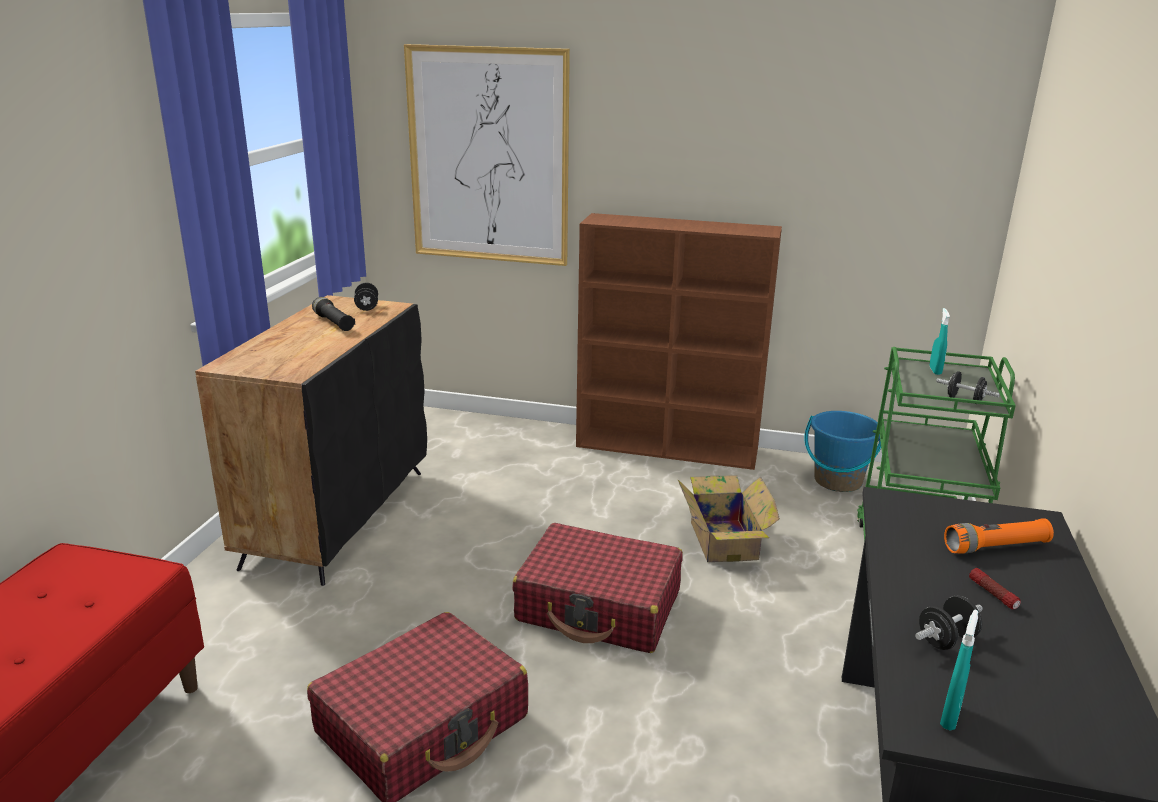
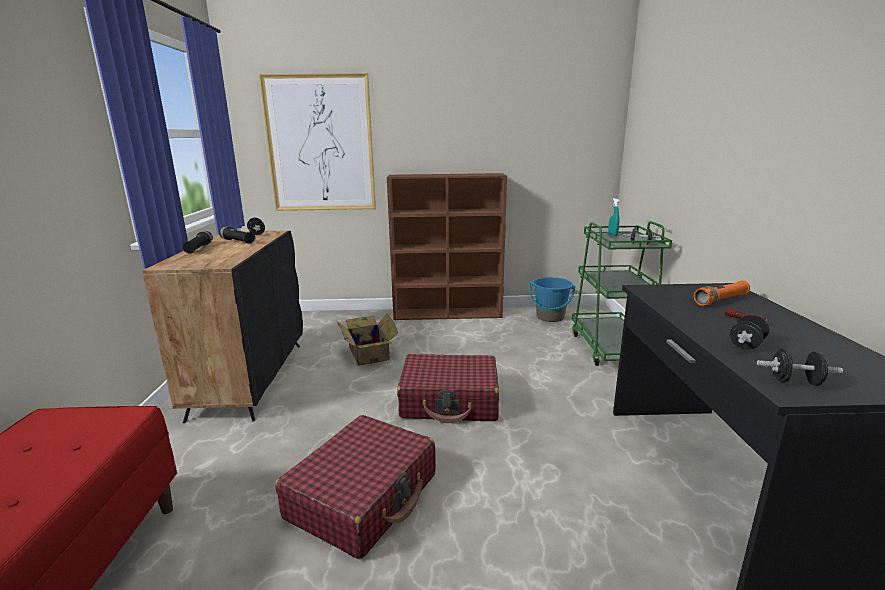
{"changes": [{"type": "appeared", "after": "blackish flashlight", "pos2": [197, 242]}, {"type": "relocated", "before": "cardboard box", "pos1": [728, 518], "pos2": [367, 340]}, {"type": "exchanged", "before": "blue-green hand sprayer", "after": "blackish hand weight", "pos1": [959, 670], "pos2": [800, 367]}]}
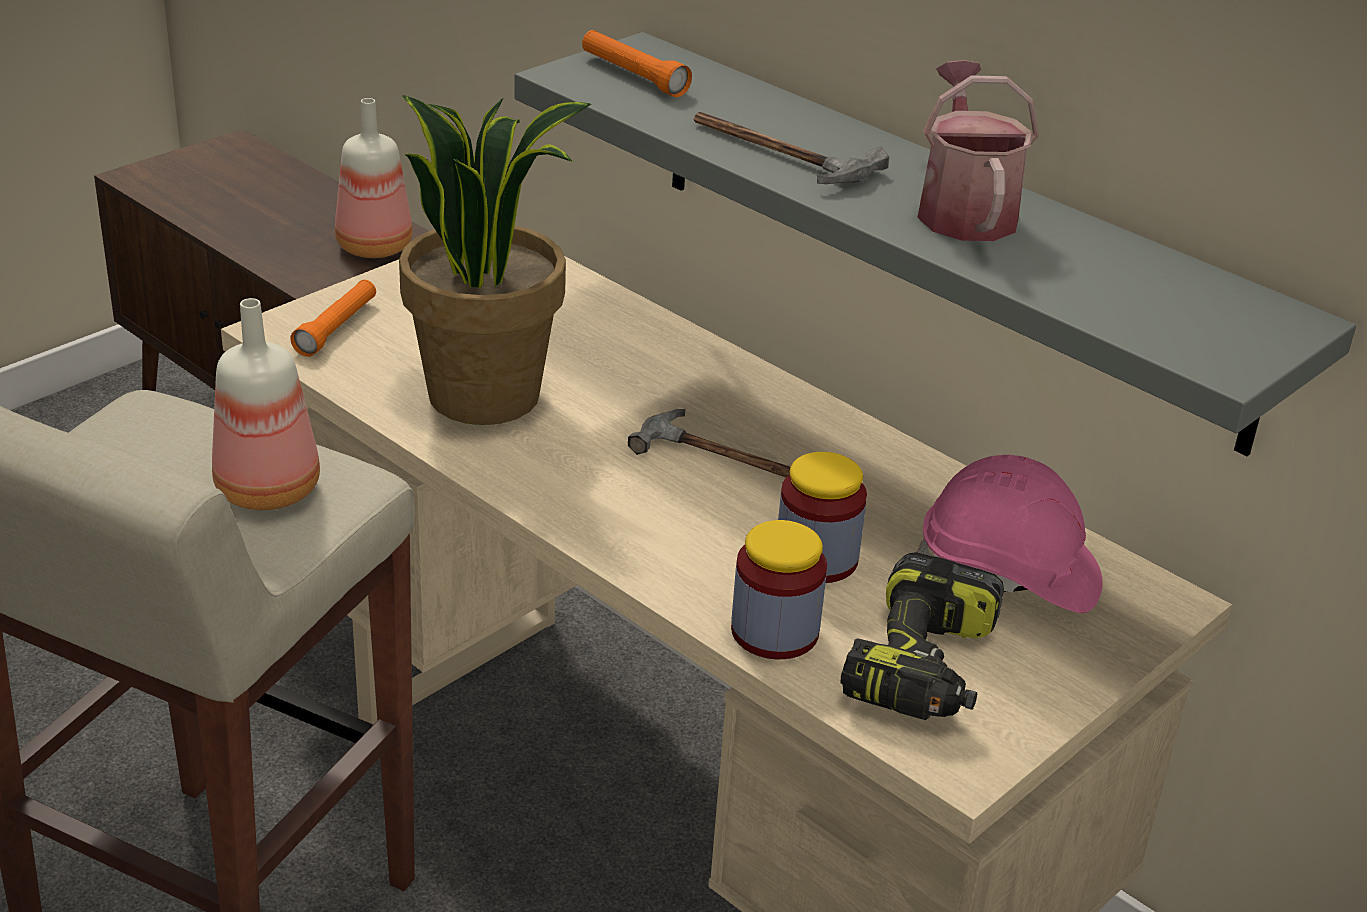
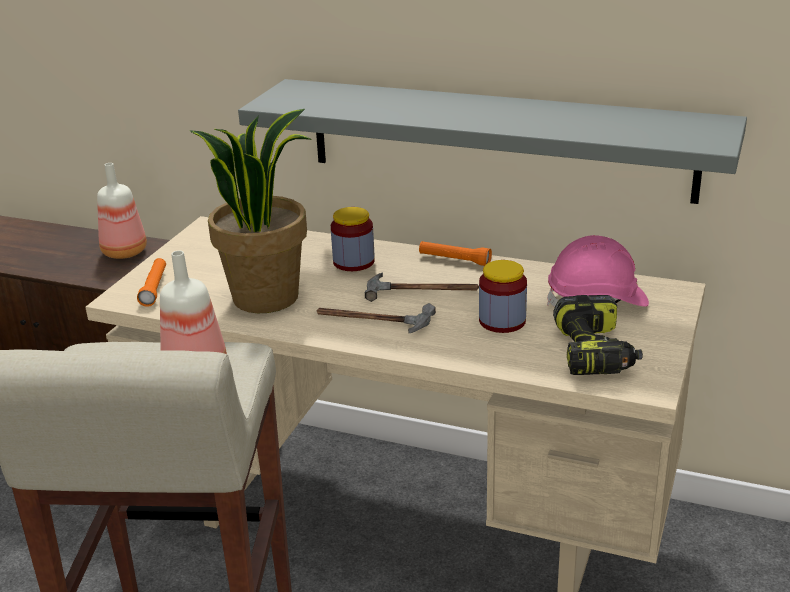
{"changes": [{"type": "missing", "before": "watering can", "pos1": [978, 150]}, {"type": "relocated", "before": "orange-coloured flashlight", "pos1": [637, 63], "pos2": [455, 253]}, {"type": "relocated", "before": "hand hammer", "pos1": [791, 148], "pos2": [376, 318]}, {"type": "relocated", "before": "storage jar", "pos1": [779, 589], "pos2": [353, 239]}]}
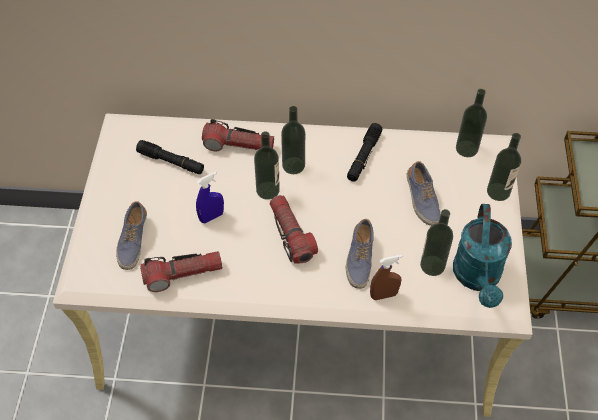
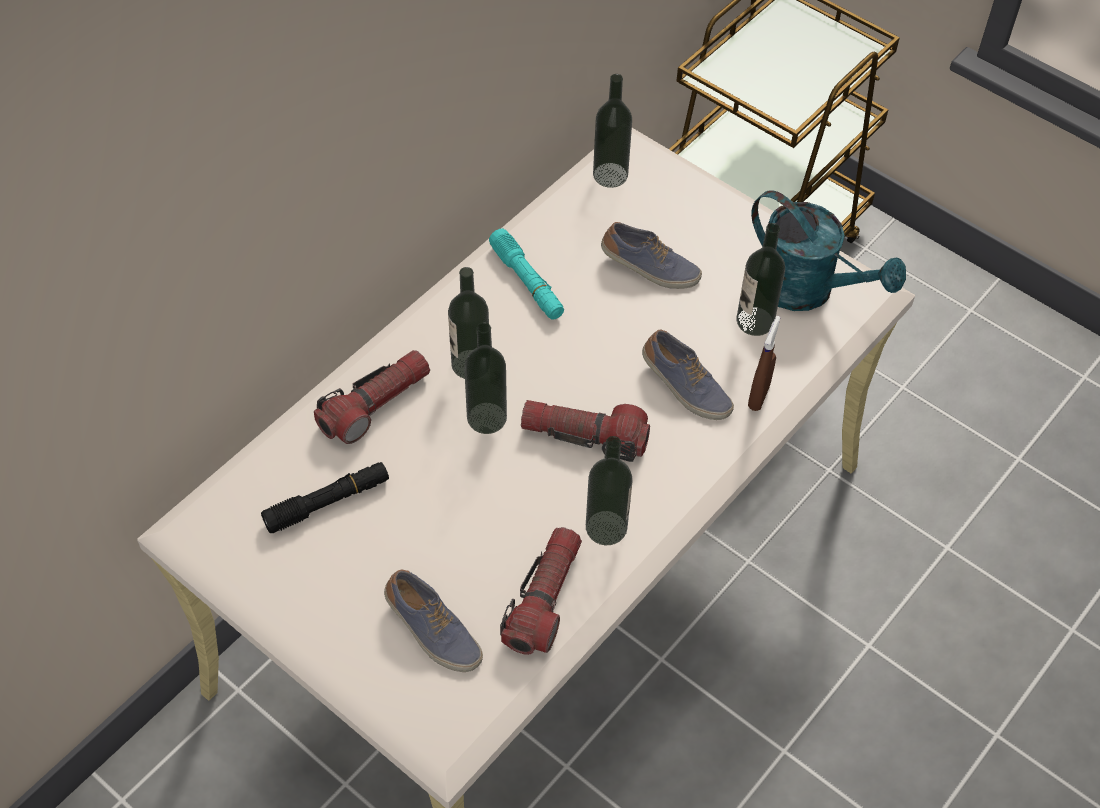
{"changes": [{"type": "missing", "before": "blue hand sprayer", "pos1": [210, 197]}, {"type": "relocated", "before": "drink bottle", "pos1": [504, 167], "pos2": [609, 490]}, {"type": "colour", "before": "blackish flashlight", "after": "blue-green flashlight", "pos1": [364, 152], "pos2": [526, 274]}]}
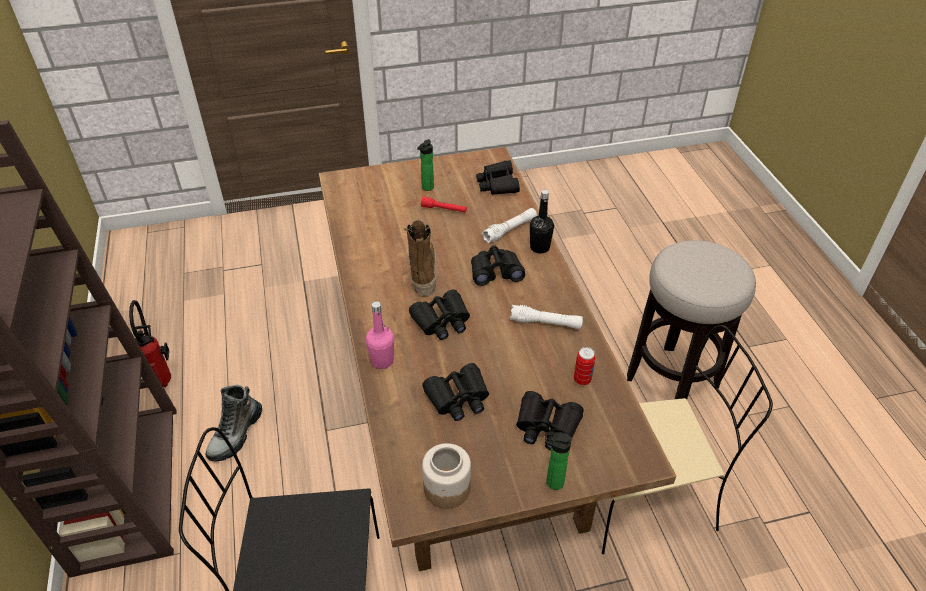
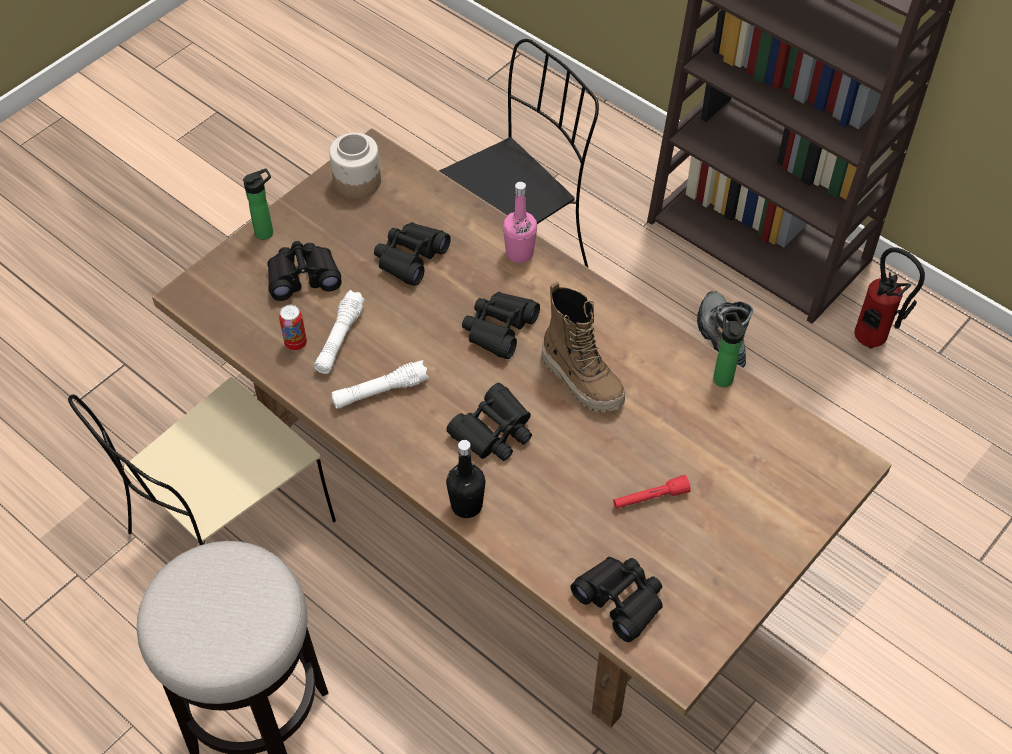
{"changes": [{"type": "relocated", "before": "drink bottle", "pos1": [425, 165], "pos2": [728, 349]}, {"type": "relocated", "before": "whitish flashlight", "pos1": [509, 225], "pos2": [339, 332]}]}
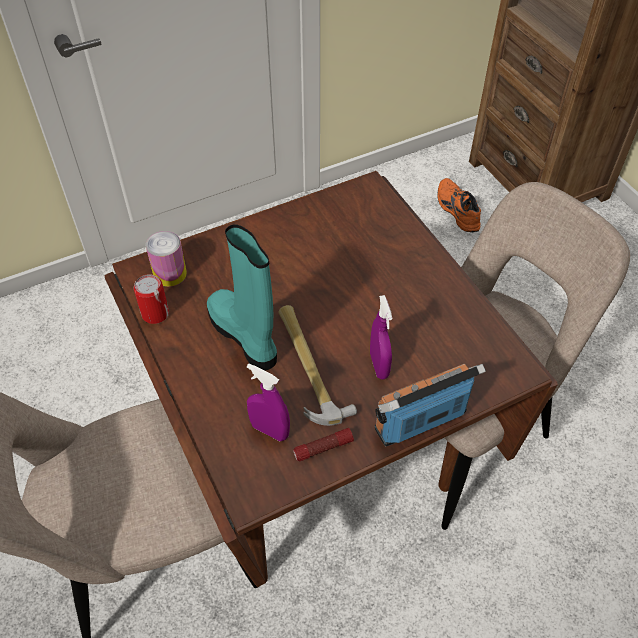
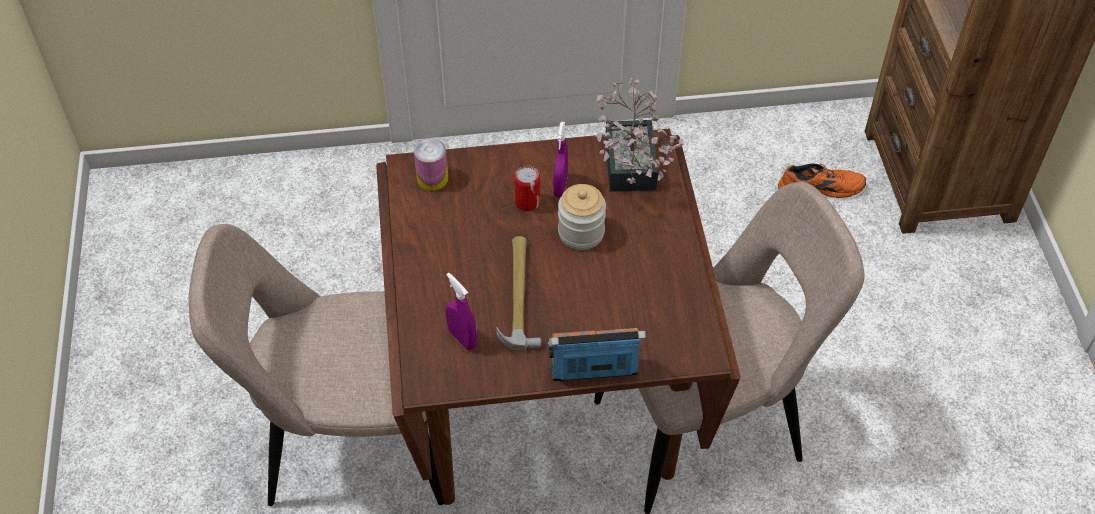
{"changes": [{"type": "missing", "before": "blue-green boot", "pos1": [242, 297]}, {"type": "missing", "before": "flashlight", "pos1": [323, 444]}, {"type": "appeared", "after": "storage jar", "pos2": [582, 217]}, {"type": "appeared", "after": "potted plant", "pos2": [639, 135]}, {"type": "relocated", "before": "metal can", "pos1": [151, 299], "pos2": [527, 188]}, {"type": "relocated", "before": "purplish hand sprayer", "pos1": [381, 337], "pos2": [560, 160]}, {"type": "spun", "before": "orange-coloured low shoe", "pos1": [459, 205], "pos2": [822, 180], "turn": 90}]}
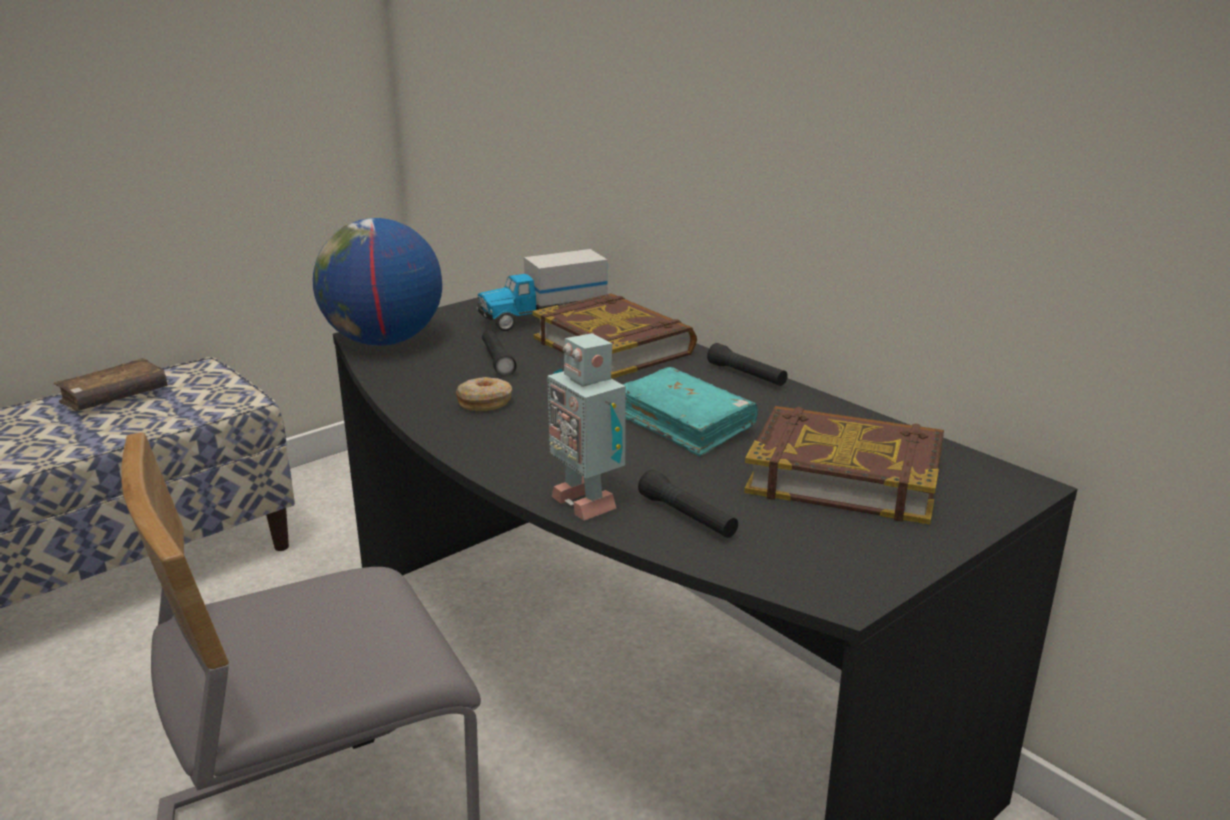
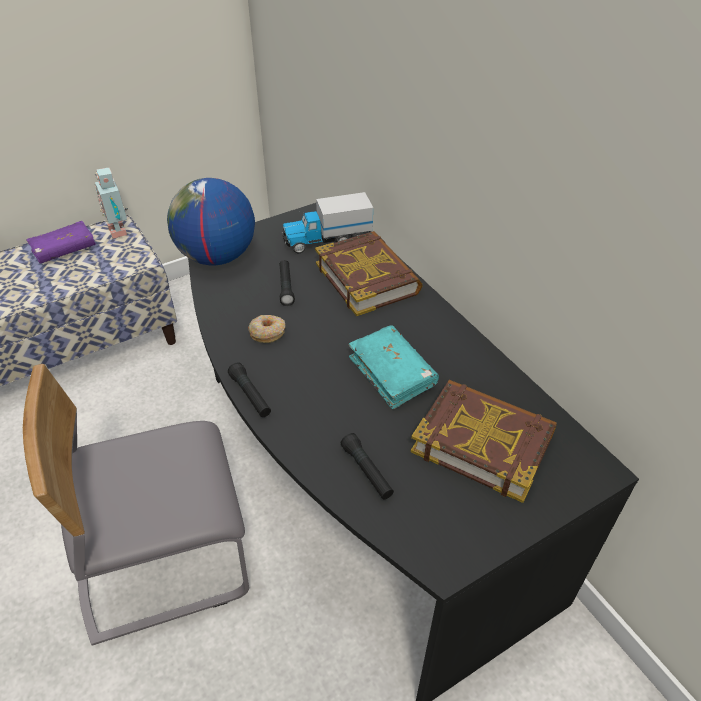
{"changes": [{"type": "relocated", "before": "model robot", "pos1": [586, 427], "pos2": [111, 203]}, {"type": "relocated", "before": "blackish flashlight", "pos1": [747, 364], "pos2": [249, 389]}, {"type": "colour", "before": "brown book", "after": "purplish book", "pos1": [110, 384], "pos2": [61, 242]}]}
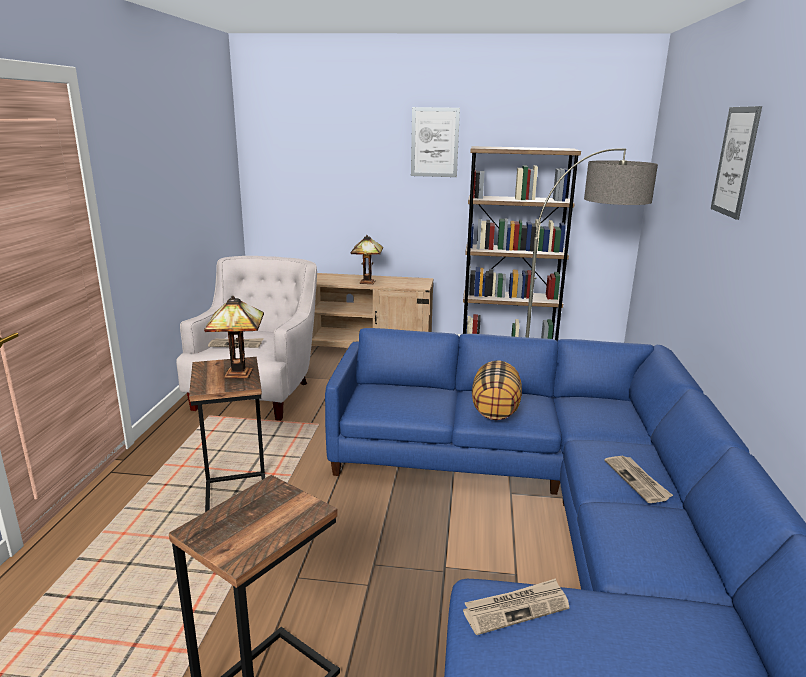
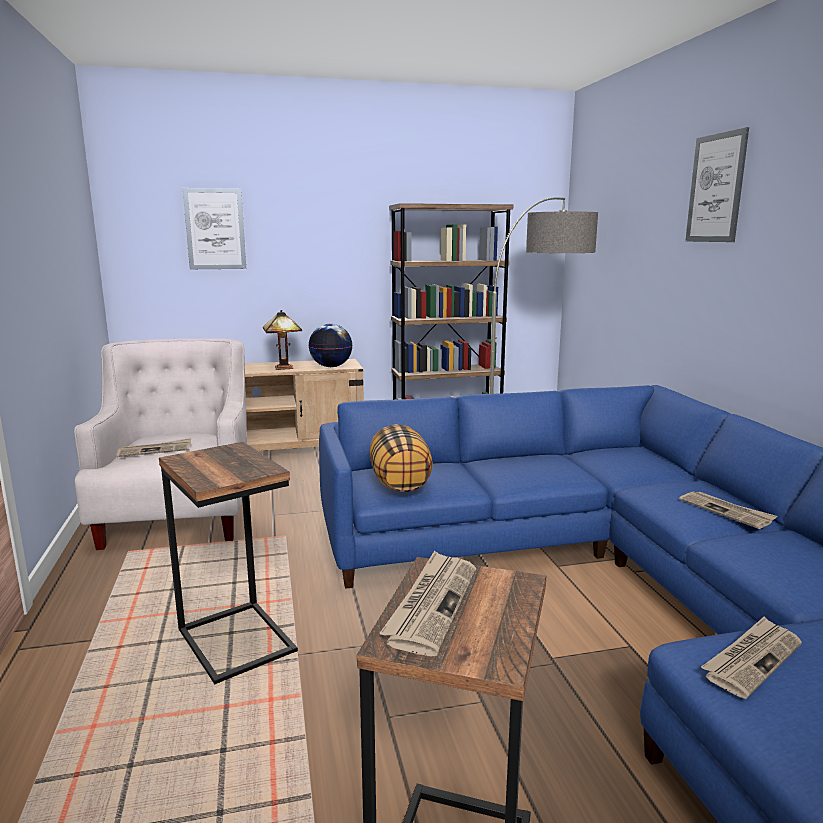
{"changes": [{"type": "missing", "before": "tabletop lamp", "pos1": [234, 337]}, {"type": "appeared", "after": "world globe", "pos2": [330, 345]}, {"type": "appeared", "after": "daily paper", "pos2": [427, 603]}, {"type": "relocated", "before": "picture", "pos1": [435, 142], "pos2": [214, 228]}, {"type": "relocated", "before": "throw pillow", "pos1": [497, 390], "pos2": [401, 458]}]}
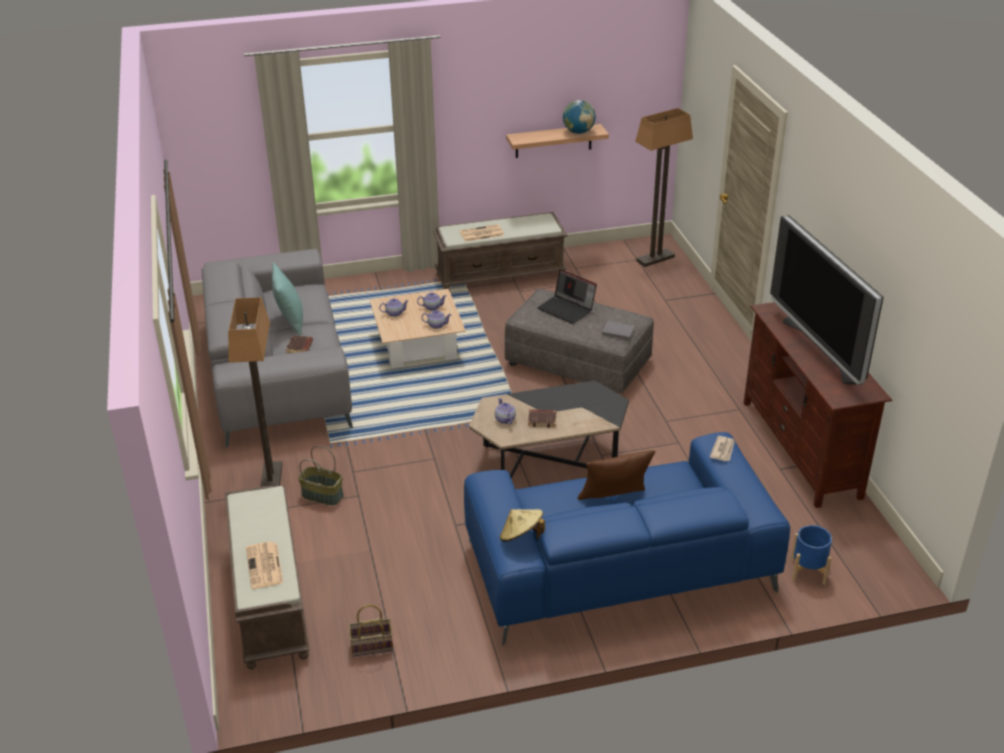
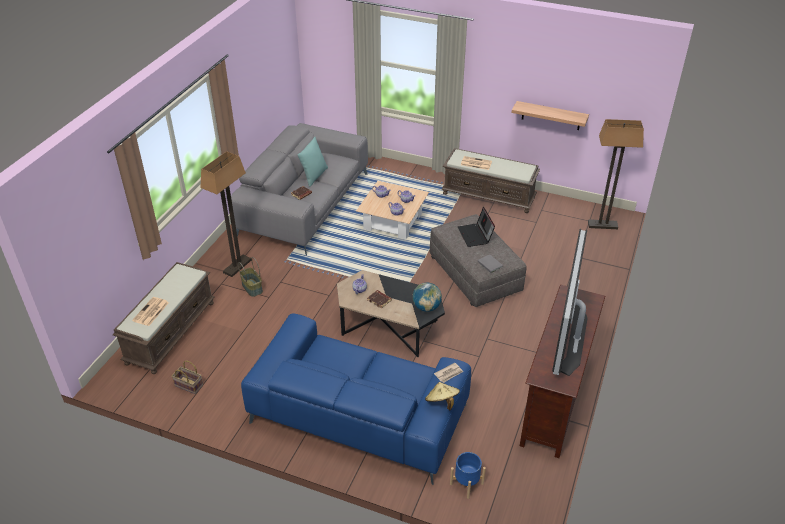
{"changes": [{"type": "missing", "before": "brown throw pillow", "pos1": [617, 475]}, {"type": "relocated", "before": "beige hat", "pos1": [522, 525], "pos2": [442, 396]}, {"type": "relocated", "before": "world globe", "pos1": [579, 117], "pos2": [427, 297]}]}
